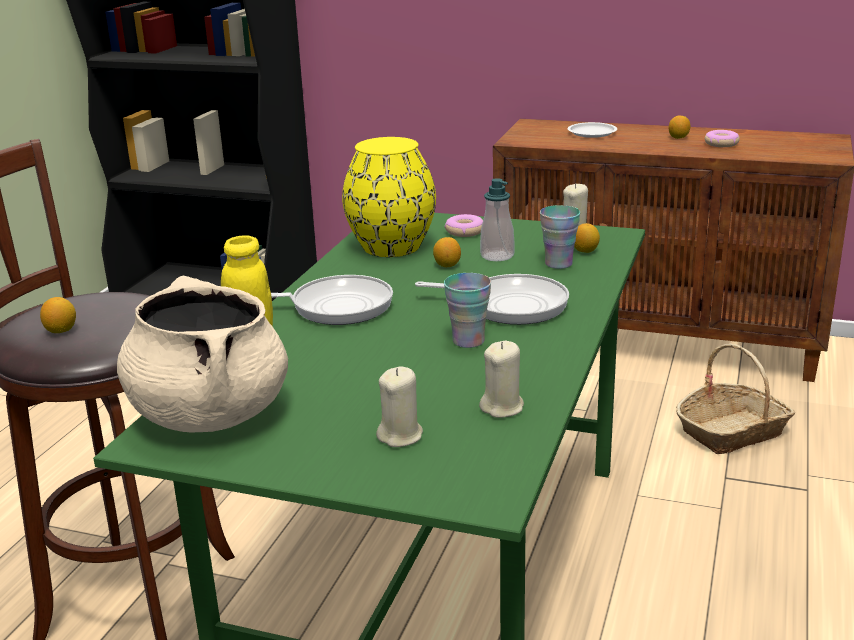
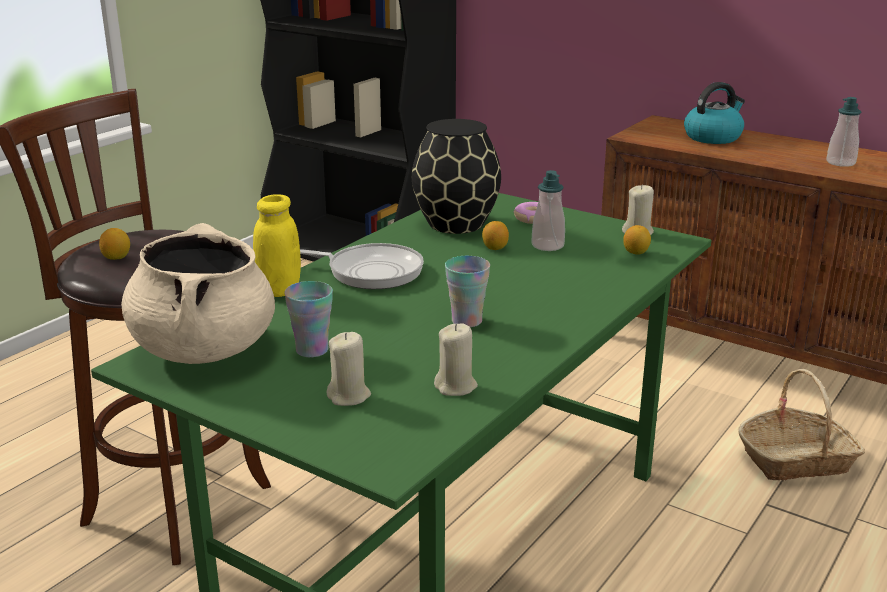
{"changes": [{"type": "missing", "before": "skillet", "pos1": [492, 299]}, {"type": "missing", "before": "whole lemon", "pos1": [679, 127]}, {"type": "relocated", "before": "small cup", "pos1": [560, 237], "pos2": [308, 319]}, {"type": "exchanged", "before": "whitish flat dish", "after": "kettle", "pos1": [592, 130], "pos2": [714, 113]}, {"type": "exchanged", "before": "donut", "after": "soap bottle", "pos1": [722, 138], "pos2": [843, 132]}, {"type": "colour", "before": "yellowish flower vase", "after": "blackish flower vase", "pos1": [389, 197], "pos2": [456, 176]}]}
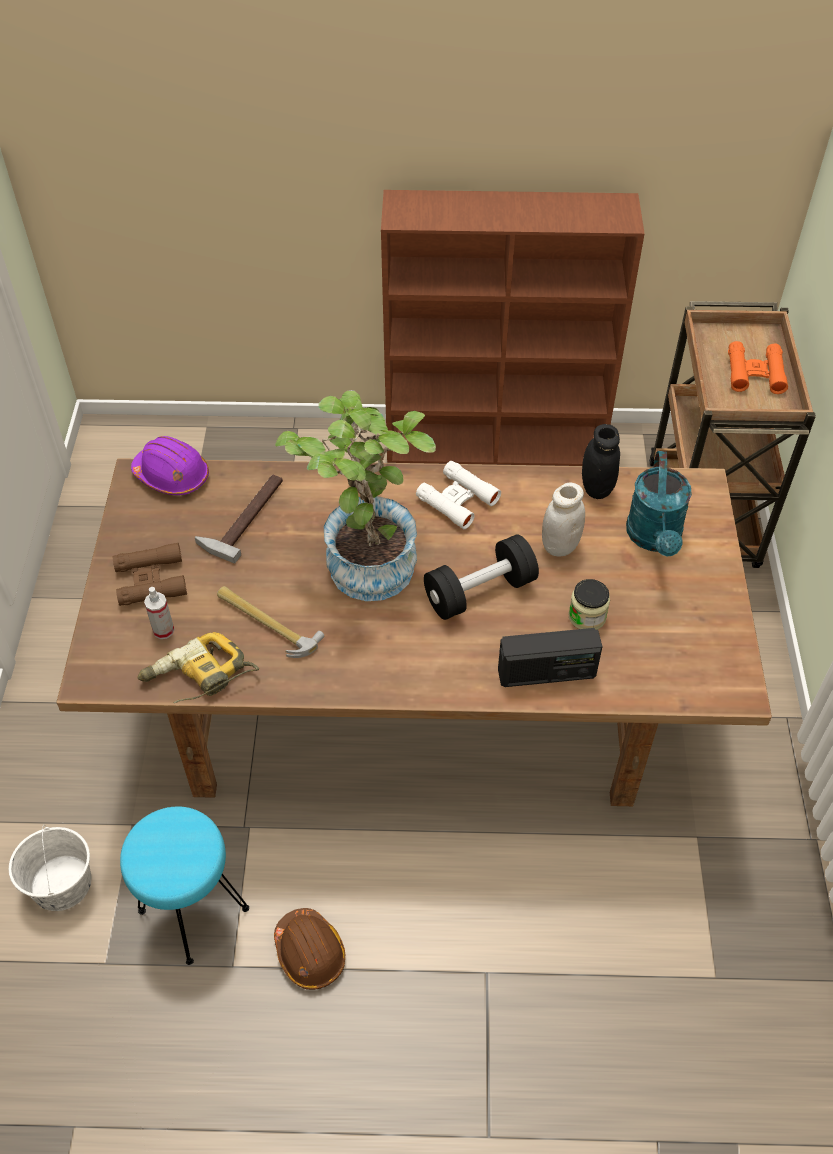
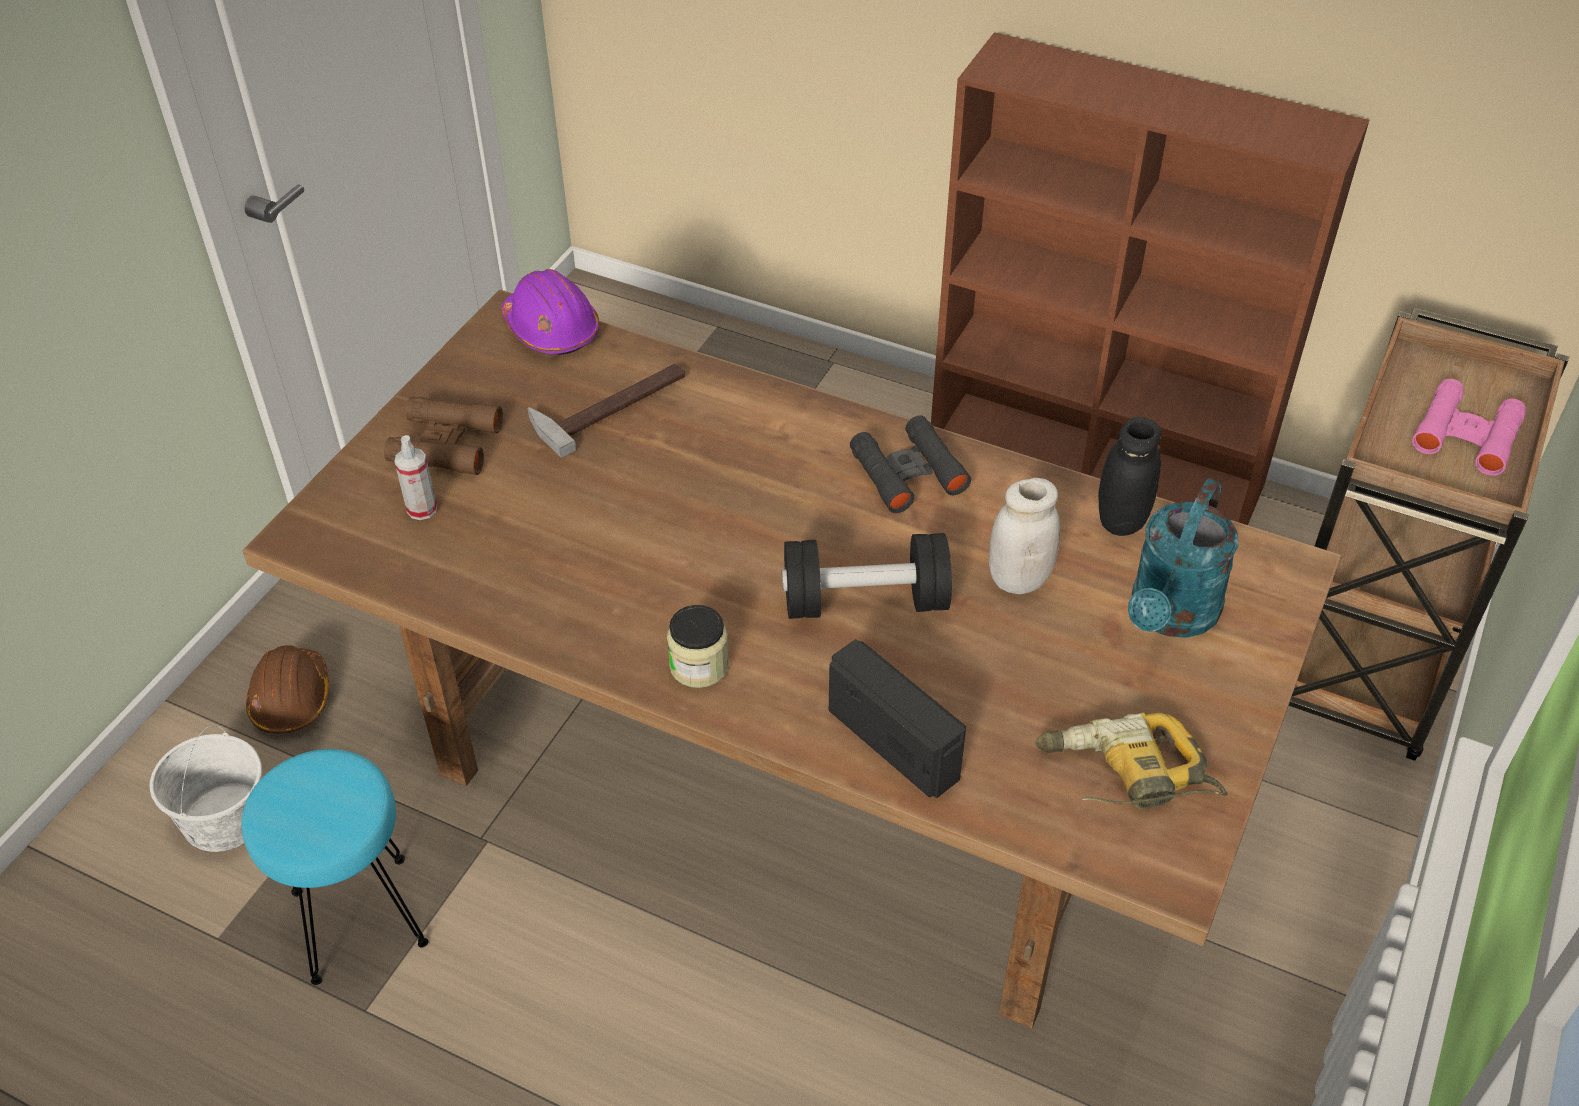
{"changes": [{"type": "missing", "before": "hand hammer", "pos1": [270, 622]}, {"type": "missing", "before": "potted plant", "pos1": [355, 495]}, {"type": "relocated", "before": "electric drill", "pos1": [198, 667], "pos2": [1131, 761]}, {"type": "relocated", "before": "brown hard hat", "pos1": [309, 949], "pos2": [287, 689]}, {"type": "relocated", "before": "storage jar", "pos1": [589, 604], "pos2": [698, 646]}, {"type": "colour", "before": "whitish binoculars", "after": "blackish binoculars", "pos1": [458, 495], "pos2": [910, 464]}, {"type": "colour", "before": "orange-coloured binoculars", "after": "pink-coloured binoculars", "pos1": [758, 367], "pos2": [1469, 427]}, {"type": "spun", "before": "radio receiver", "pos1": [550, 657], "pos2": [897, 718], "turn": -150}]}
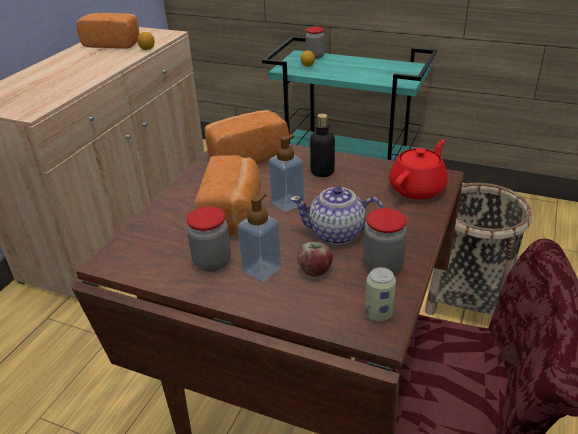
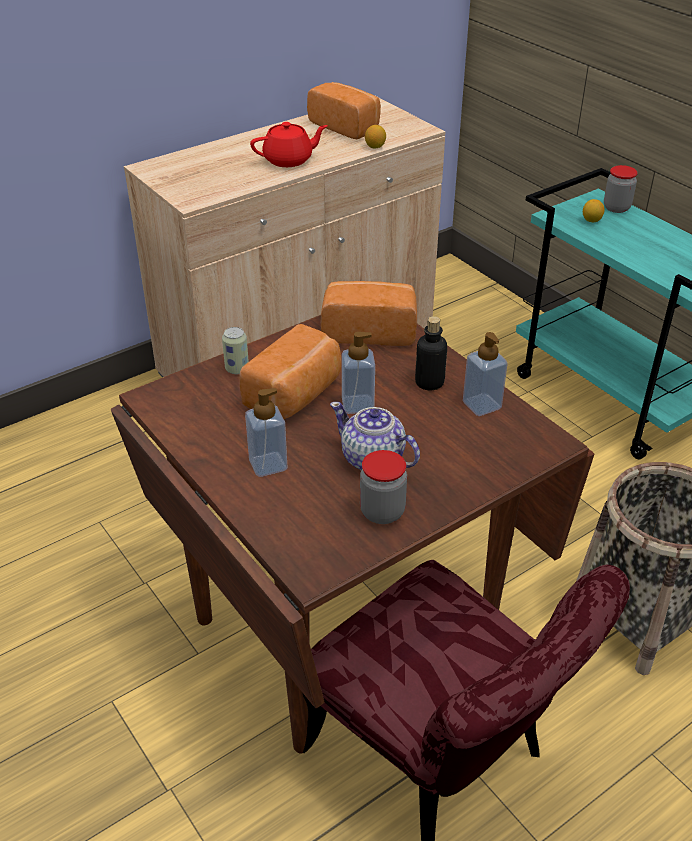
{"changes": [{"type": "missing", "before": "storage jar", "pos1": [208, 239]}, {"type": "missing", "before": "whole apple", "pos1": [315, 259]}, {"type": "appeared", "after": "soap bottle", "pos2": [485, 374]}, {"type": "relocated", "before": "metal can", "pos1": [380, 294], "pos2": [235, 350]}, {"type": "relocated", "before": "red tea pot", "pos1": [418, 169], "pos2": [289, 144]}]}
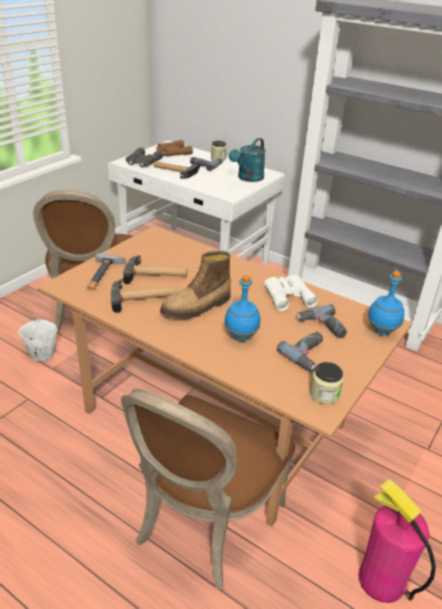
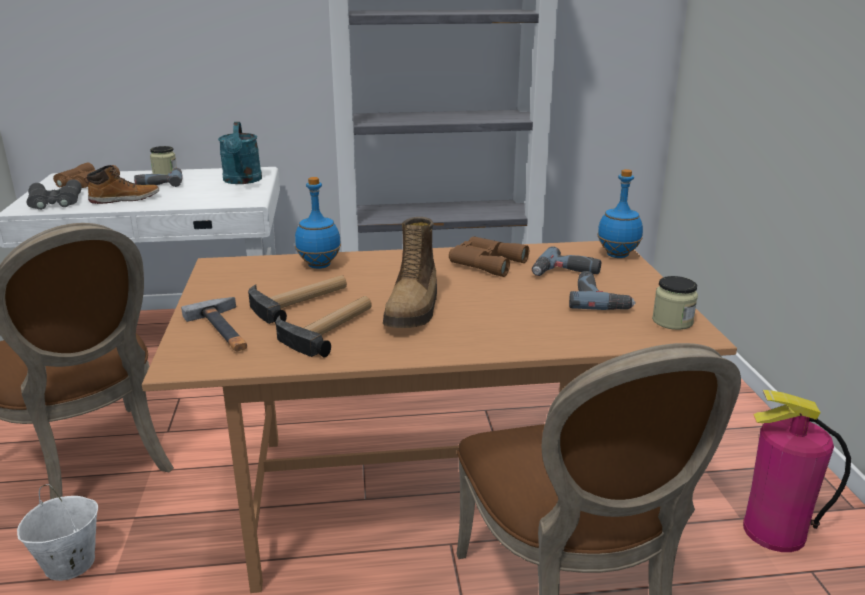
{"changes": [{"type": "relocated", "before": "blue drink bottle", "pos1": [242, 308], "pos2": [318, 223]}, {"type": "exchanged", "before": "hand hammer", "after": "boot", "pos1": [177, 170], "pos2": [121, 184]}, {"type": "colour", "before": "whitish binoculars", "after": "brown binoculars", "pos1": [291, 293], "pos2": [489, 256]}]}
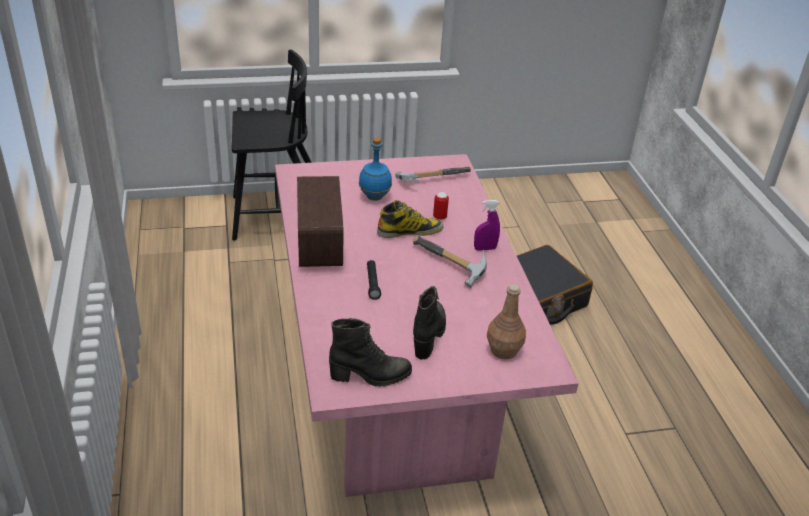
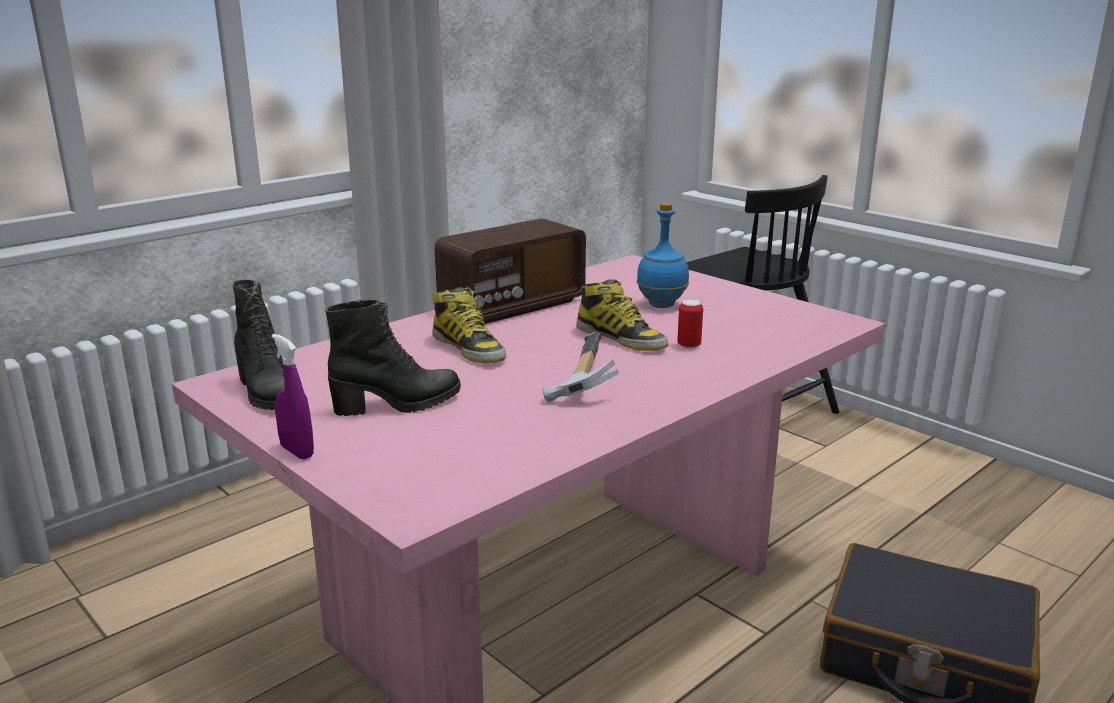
{"changes": [{"type": "missing", "before": "hand hammer", "pos1": [433, 175]}, {"type": "missing", "before": "brown drink bottle", "pos1": [506, 321]}, {"type": "relocated", "before": "purplish hand sprayer", "pos1": [487, 225], "pos2": [293, 397]}, {"type": "exchanged", "before": "blackish flashlight", "after": "boot", "pos1": [374, 280], "pos2": [469, 325]}]}
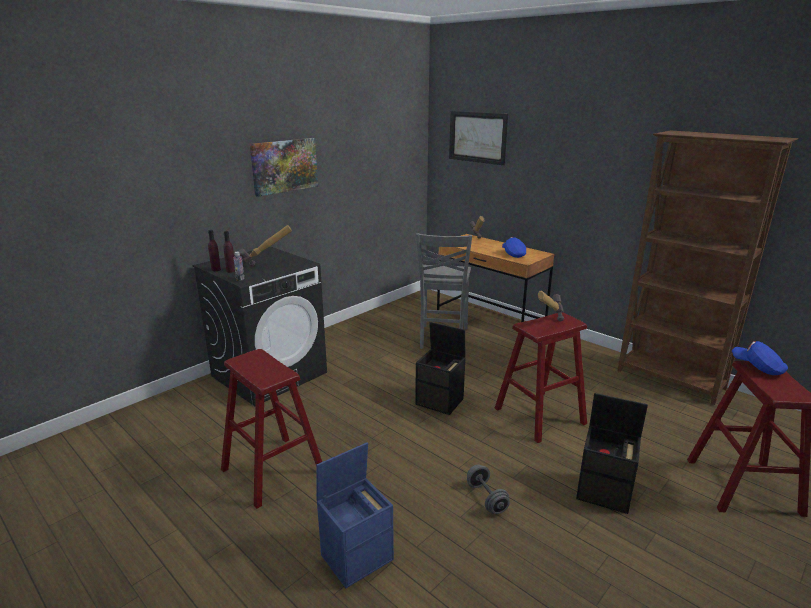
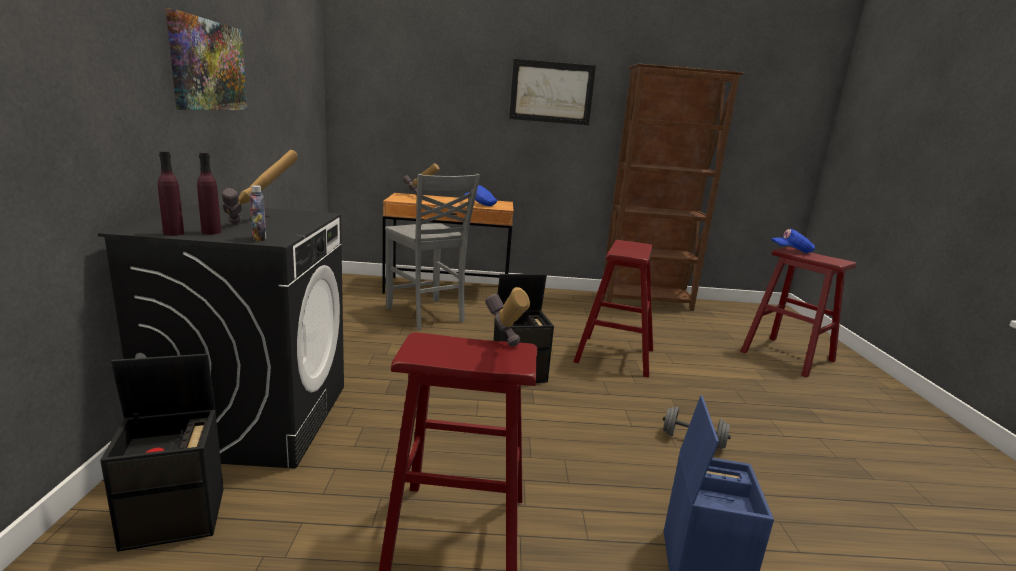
{"changes": [{"type": "relocated", "before": "picture", "pos1": [478, 138], "pos2": [552, 92]}, {"type": "relocated", "before": "hand hammer", "pos1": [551, 306], "pos2": [507, 316]}, {"type": "relocated", "before": "blackish storage bin", "pos1": [612, 453], "pos2": [162, 453]}]}
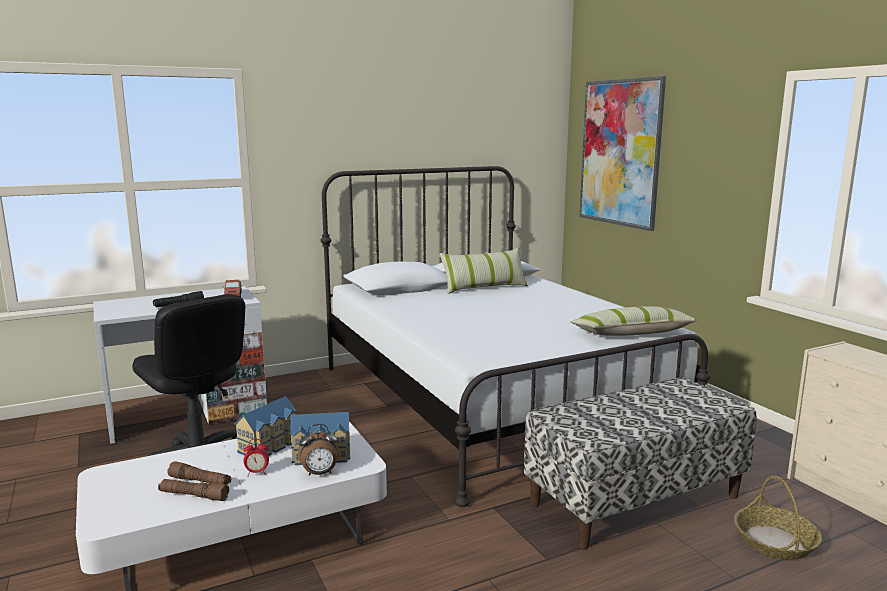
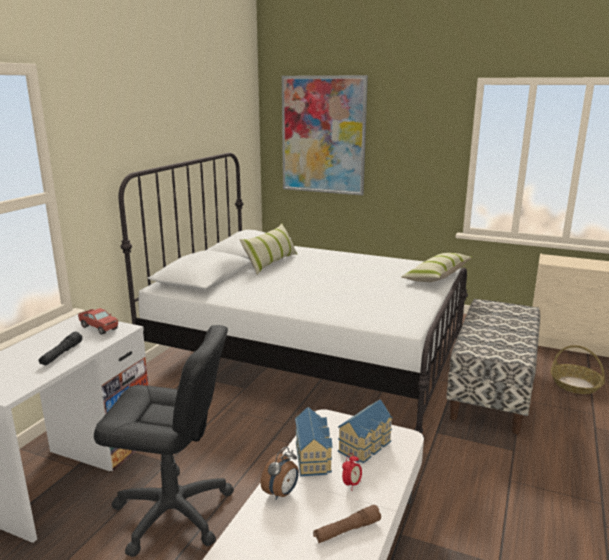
{"changes": [{"type": "missing", "before": "brown flashlight", "pos1": [199, 473]}, {"type": "relocated", "before": "table clock", "pos1": [318, 450], "pos2": [279, 473]}]}
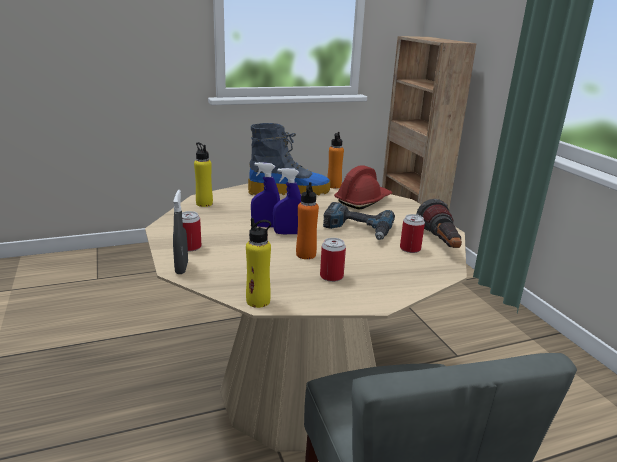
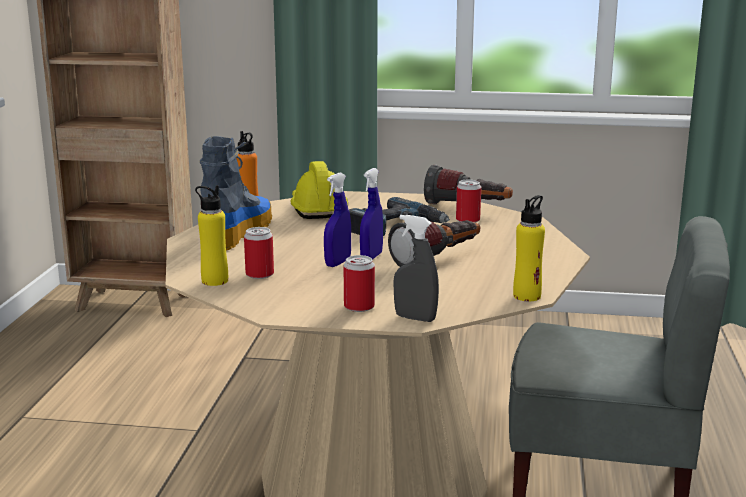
{"changes": [{"type": "relocated", "before": "metal can", "pos1": [333, 260], "pos2": [259, 253]}, {"type": "exchanged", "before": "orange-coloured drink bottle", "after": "flashlight", "pos1": [307, 220], "pos2": [434, 243]}, {"type": "colour", "before": "red hard hat", "after": "yellowish hard hat", "pos1": [363, 187], "pos2": [319, 190]}]}
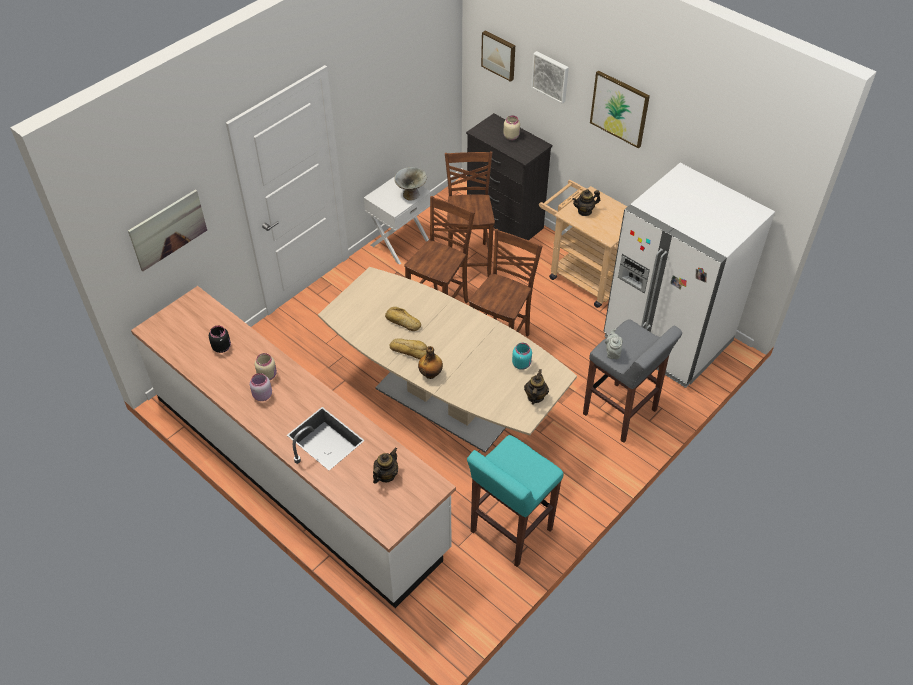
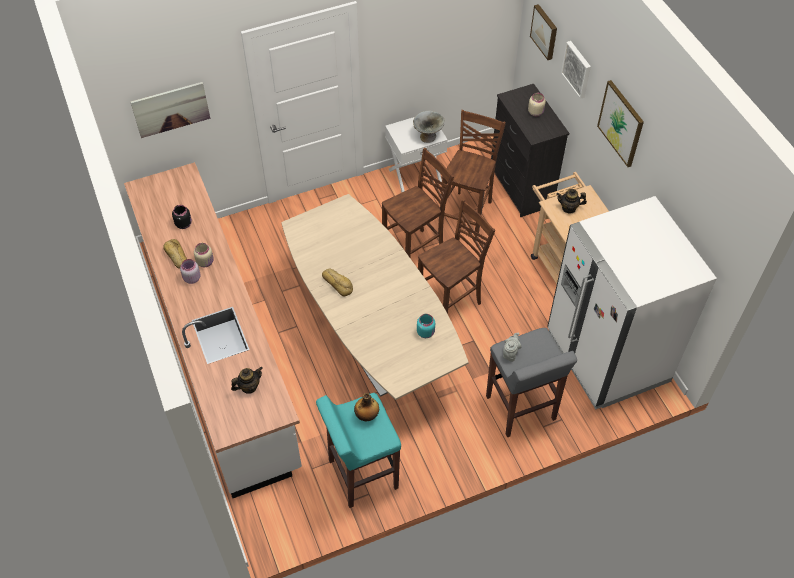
{"changes": [{"type": "missing", "before": "tea pot", "pos1": [536, 387]}, {"type": "relocated", "before": "bakery bread", "pos1": [403, 319], "pos2": [175, 254]}, {"type": "relocated", "before": "drink bottle", "pos1": [430, 362], "pos2": [366, 407]}]}
